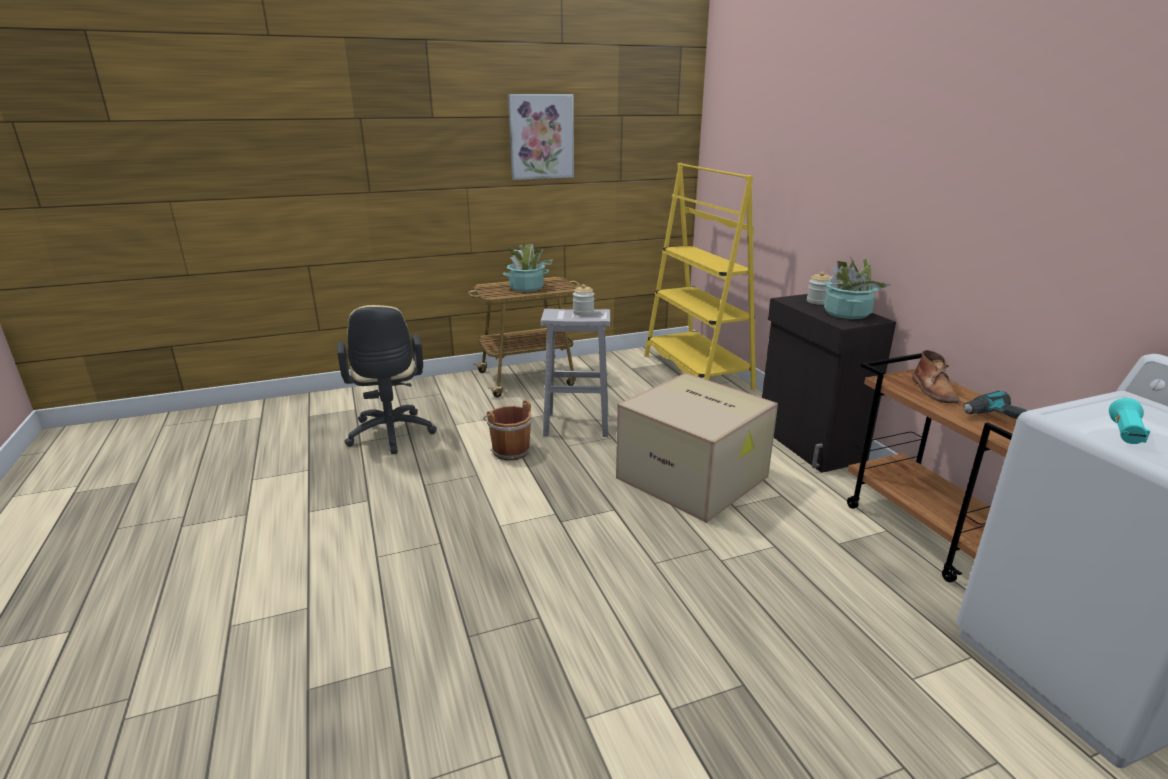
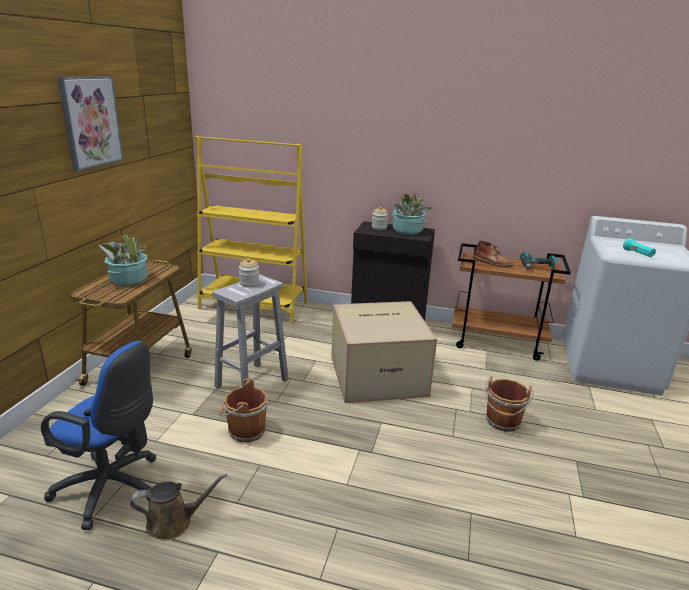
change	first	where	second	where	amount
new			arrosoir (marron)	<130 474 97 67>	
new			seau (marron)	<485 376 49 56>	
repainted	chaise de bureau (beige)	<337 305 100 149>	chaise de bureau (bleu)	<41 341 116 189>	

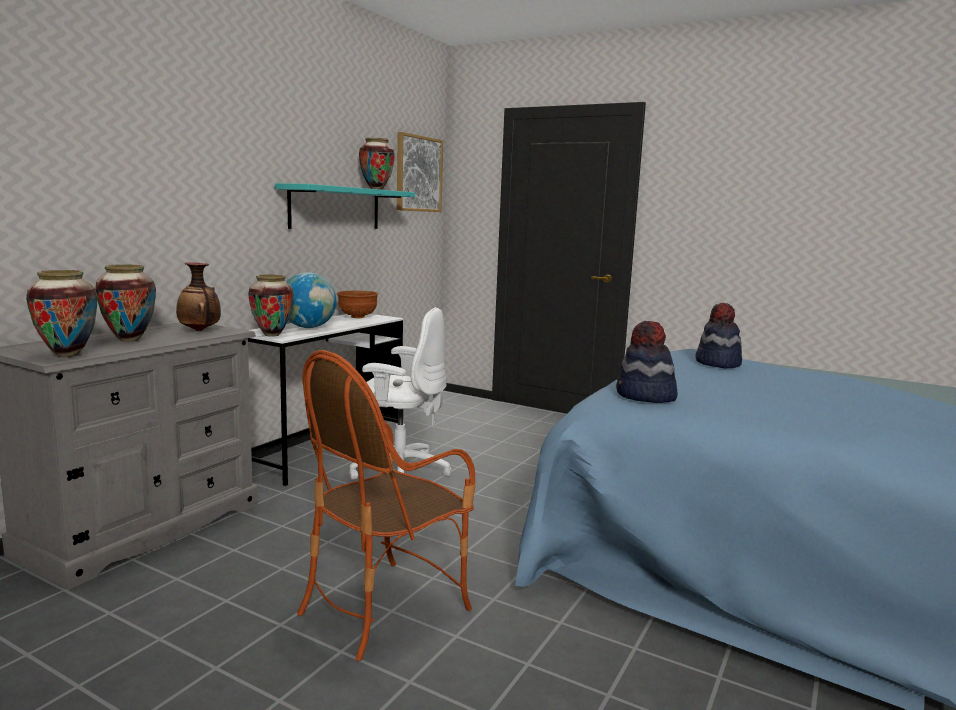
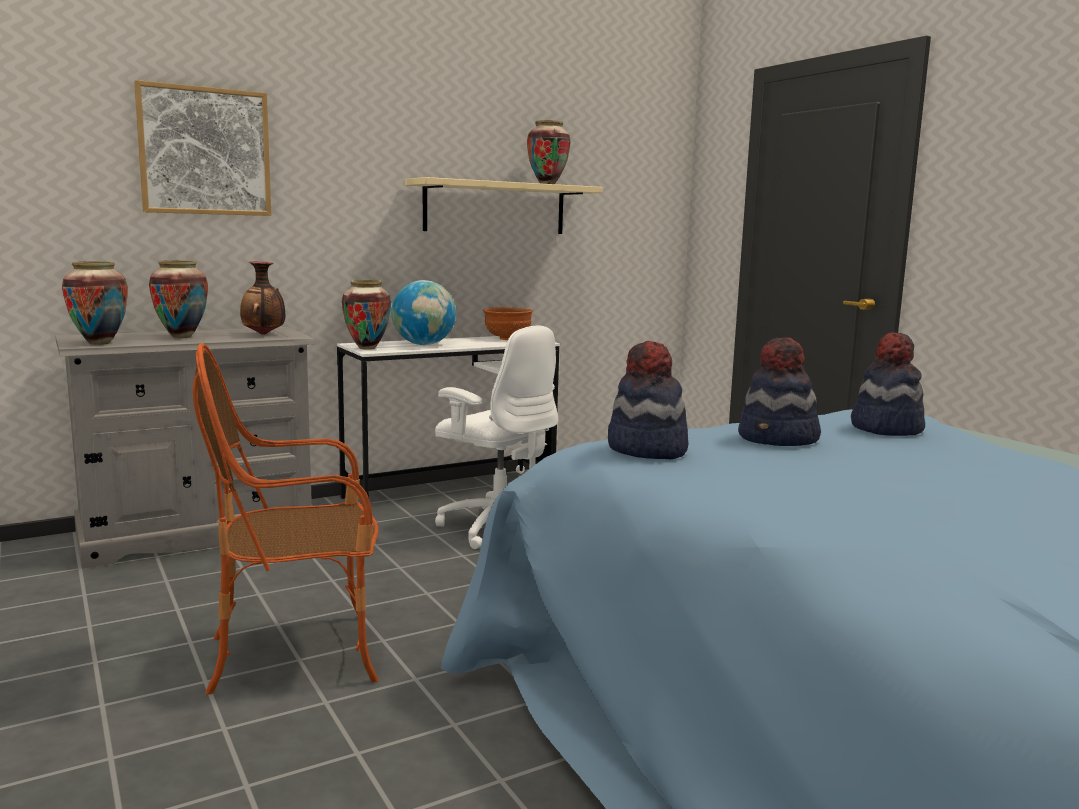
change	first	where	second	where	amount
new			chapeau	<738 337 83 109>	
shifted	tableau	<397 132 46 80>		<134 80 137 136>	
repainted	étagère (turquoise)	<275 183 140 46>	étagère (beige)	<405 177 198 57>	

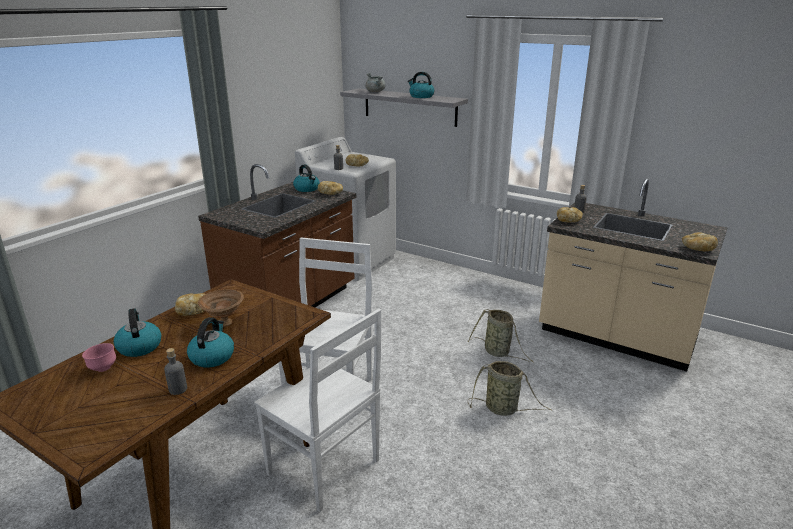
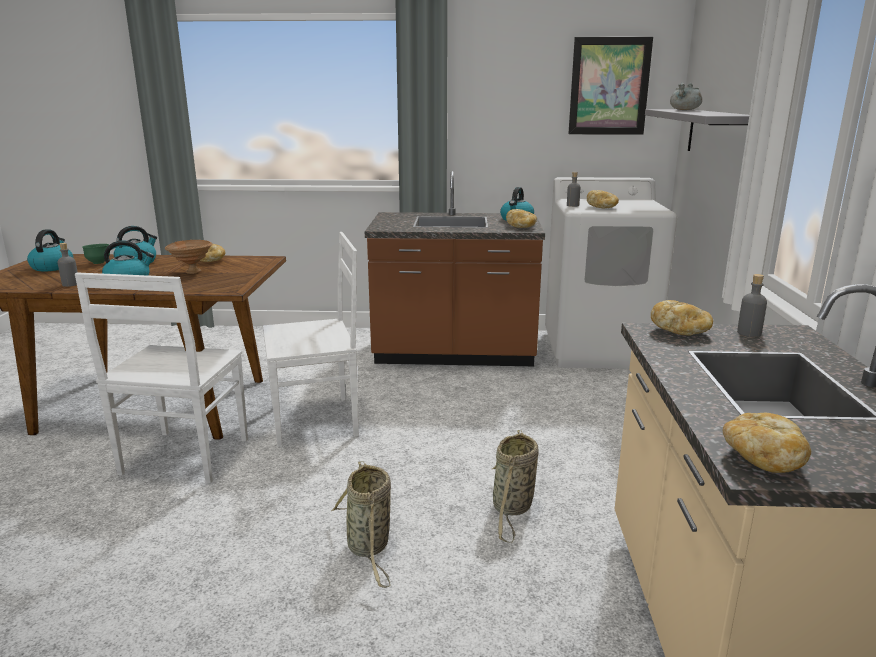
change	first	where	second	where	amount
new			tableau	<568 37 85 98>	
shifted	bouilloire	<408 72 27 26>		<27 229 46 42>	
repainted	bol (rose)	<82 343 34 29>	bol (vert)	<82 244 28 20>	

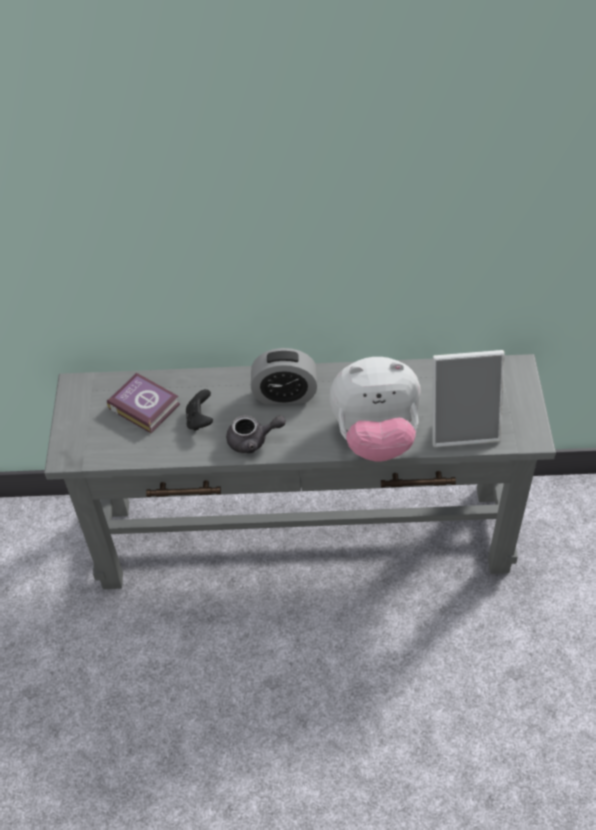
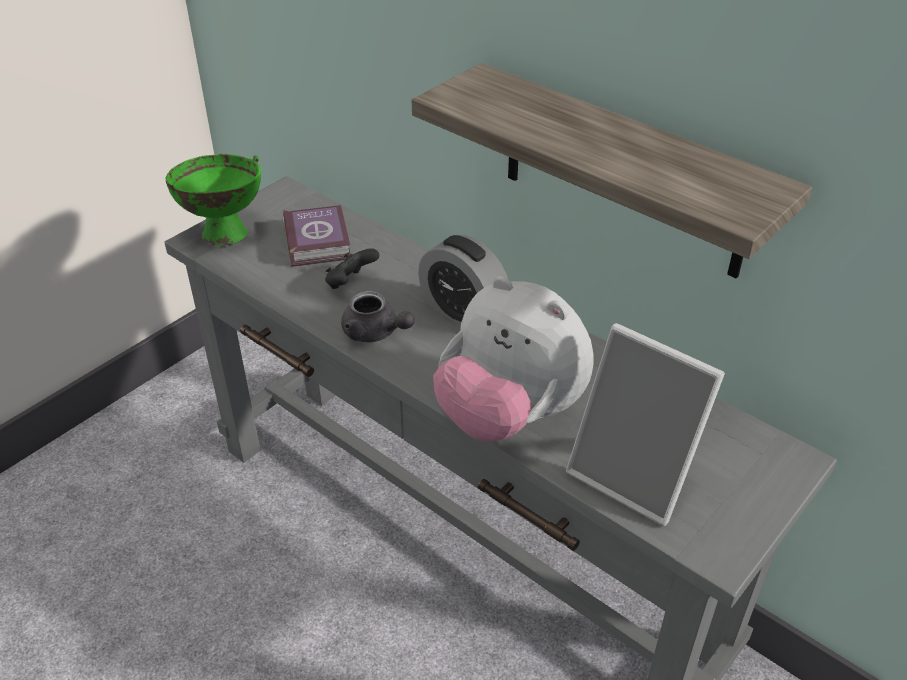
change	first	where	second	where	amount
new			bol (vert)	<166 154 95 92>	
new			étagère	<412 63 400 216>	

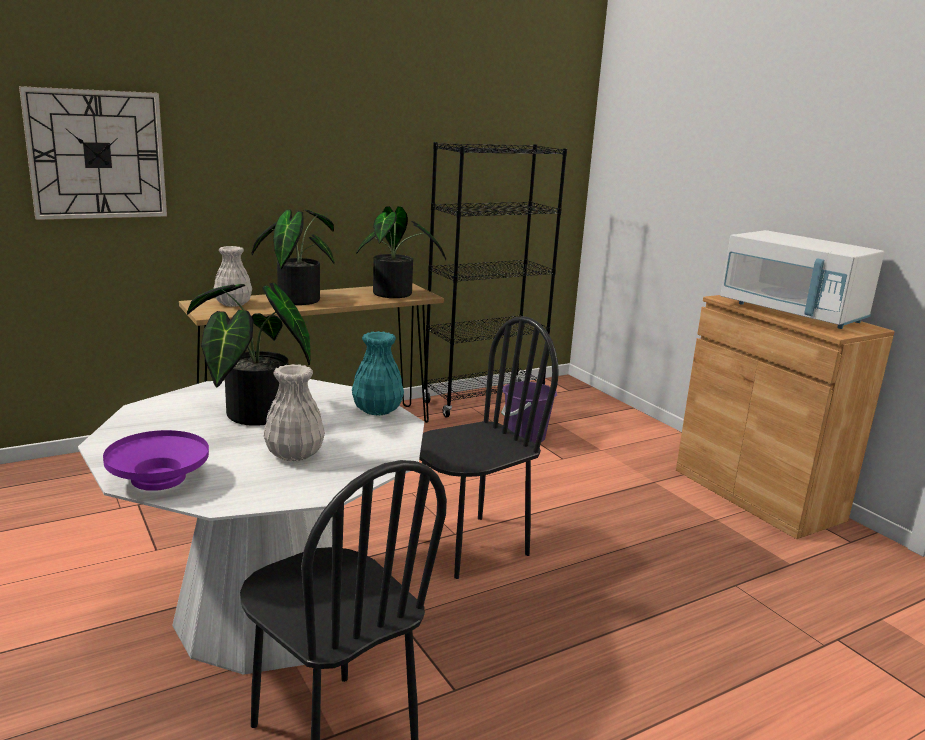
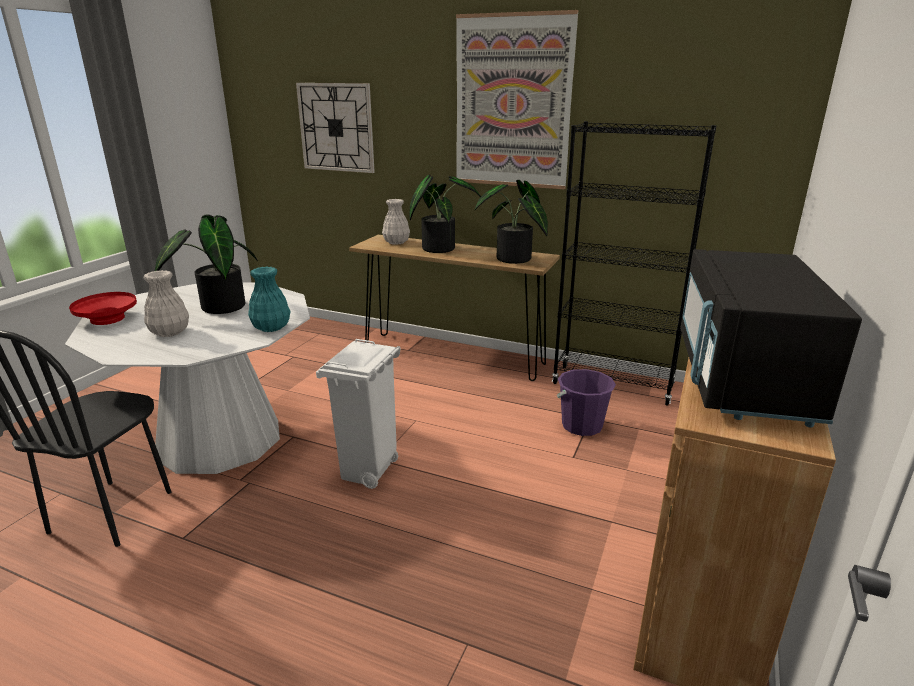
change	first	where	second	where	amount
new			tableau	<456 10 122 179>	
swapped	chaise (noir)	<419 316 140 263>	poubelle (blanc)	<316 339 85 150>	
repainted	bol (violet)	<103 430 106 61>	bol (rouge)	<69 292 68 33>	
repainted	micro-ondes (blanc)	<720 230 164 99>	micro-ondes (noir)	<680 249 182 179>	

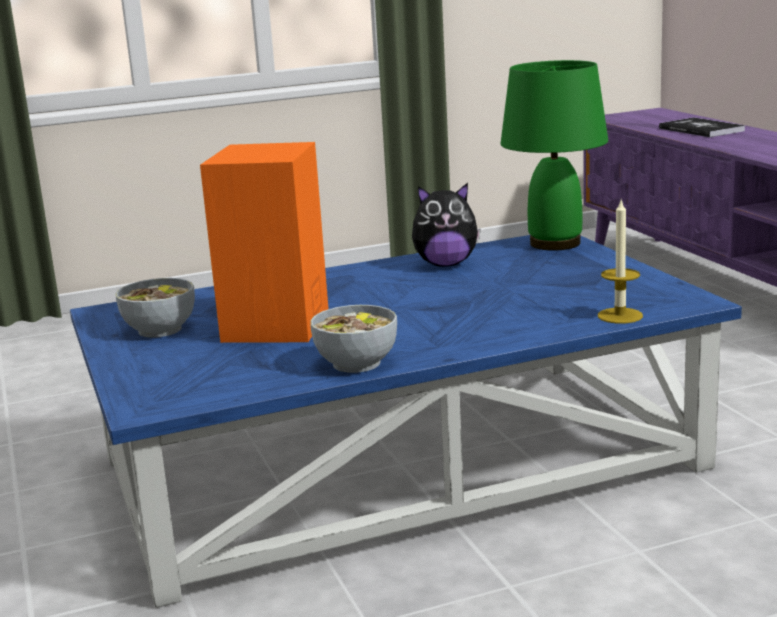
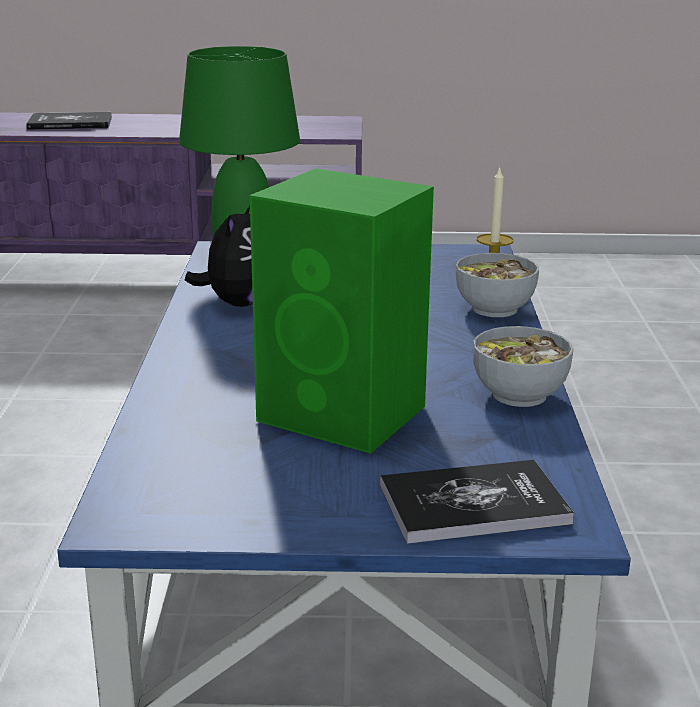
change	first	where	second	where	amount
new			livre	<380 460 194 84>	
shifted	bol	<116 278 79 60>		<456 253 83 64>	
repainted	enceinte (orange)	<200 142 128 201>	enceinte (vert)	<250 168 184 286>	

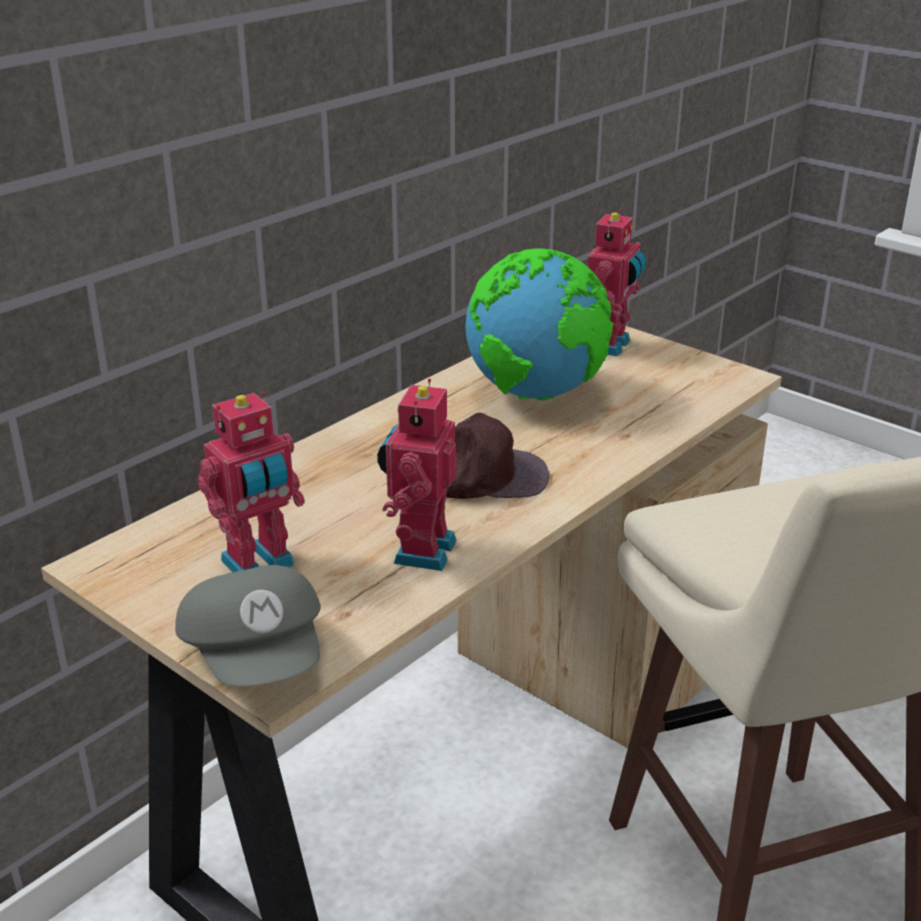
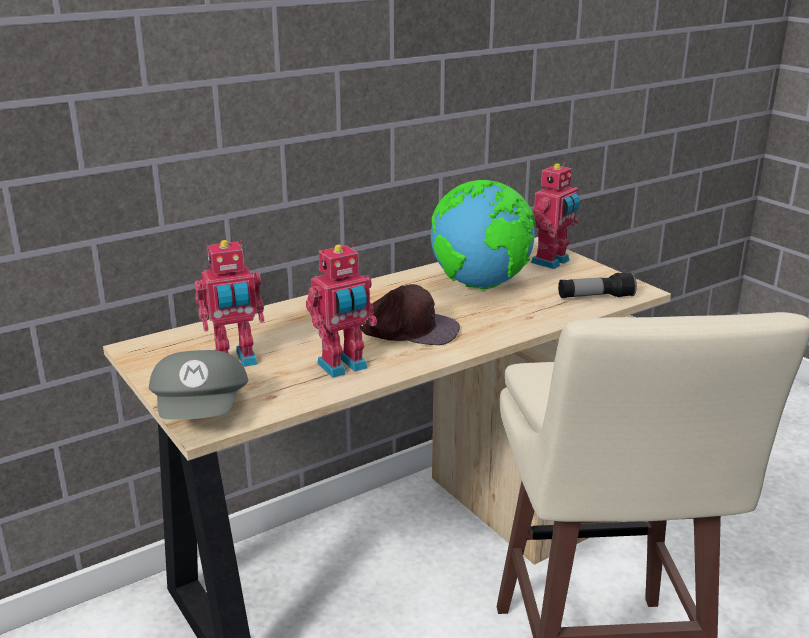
change	first	where	second	where	amount
new			lampe de poche	<558 272 79 26>	
rotated	robot jouet	<377 378 79 193>		<306 244 71 134>	150 degrees counterclockwise

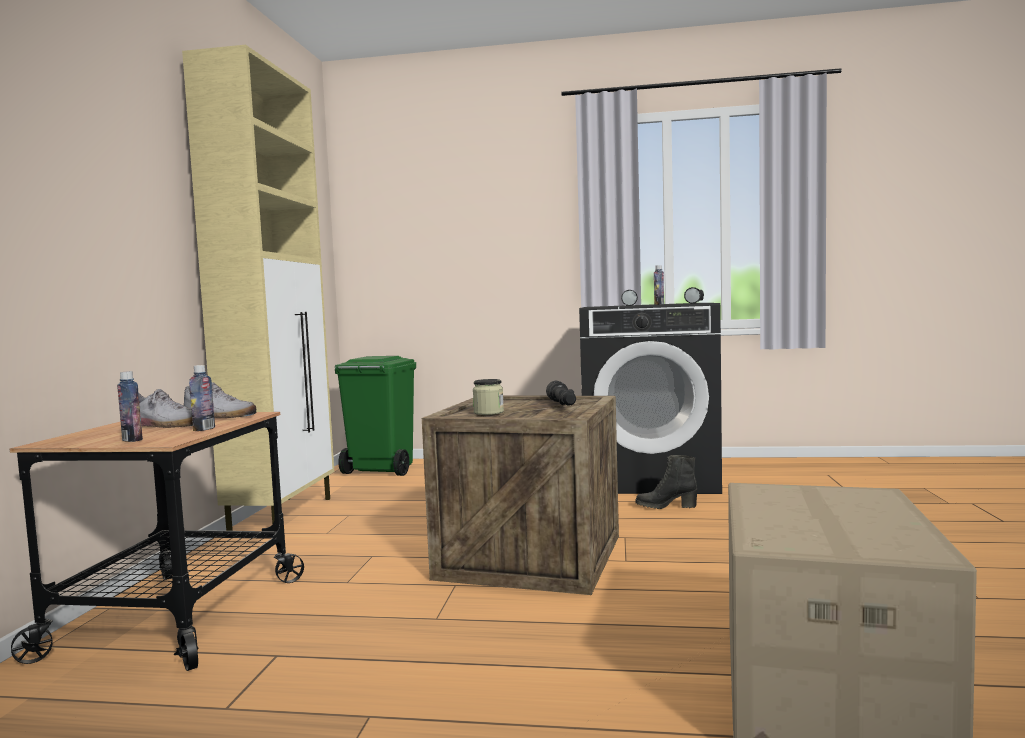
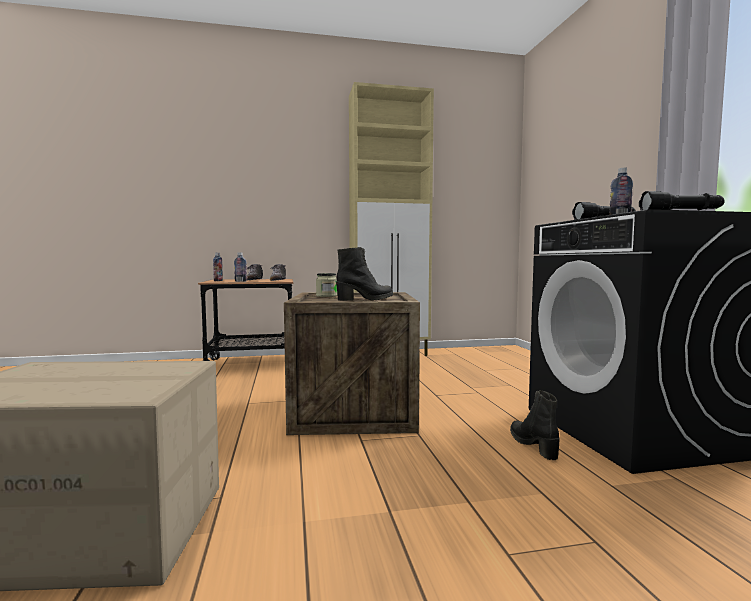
change	first	where	second	where	amount
gone	poubelle (vert)	<335 356 81 120>			
swapped	lampe de poche (noir)	<546 381 30 25>	botte (noir)	<336 247 57 54>	

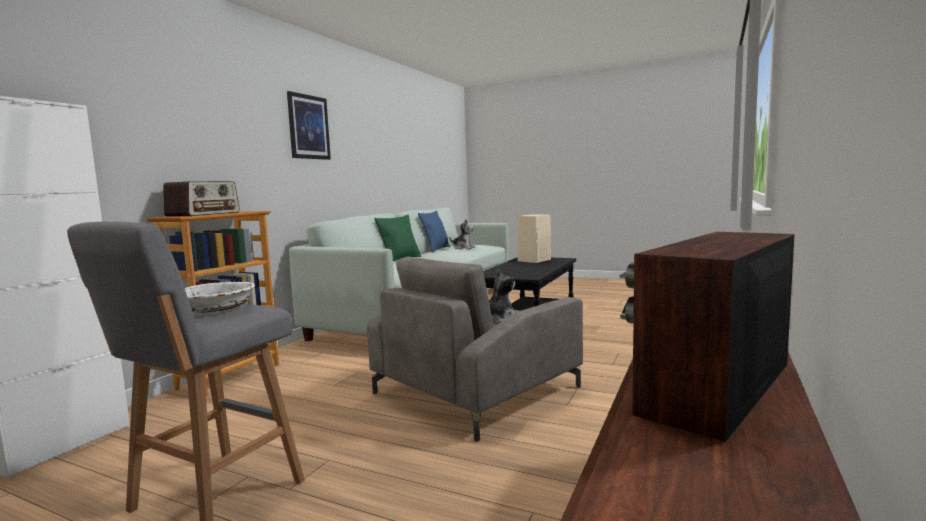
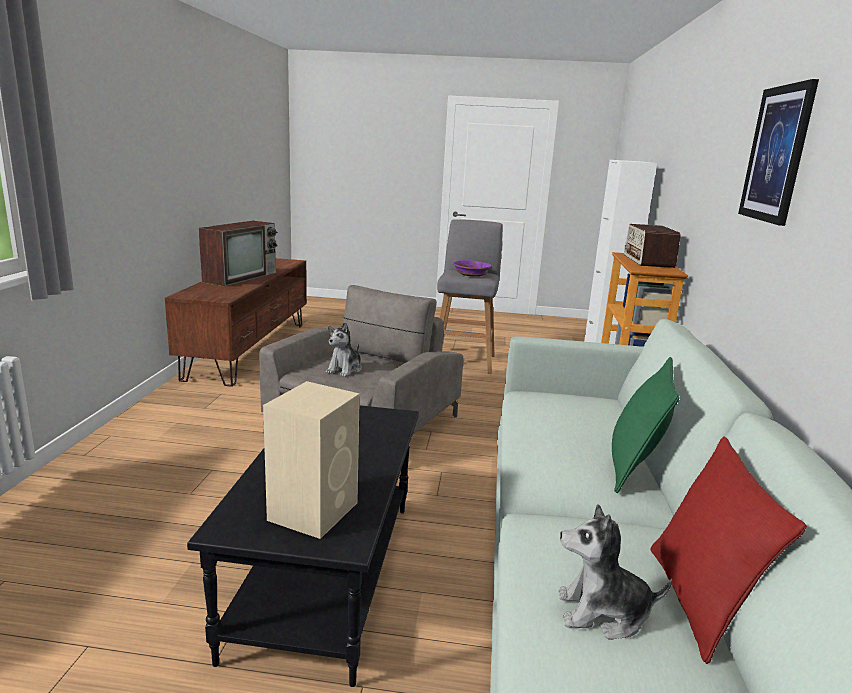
change	first	where	second	where	amount
repainted	bol (blanc)	<185 282 70 30>	bol (violet)	<453 260 39 17>	
repainted	coussin (bleu)	<418 210 32 43>	coussin (rouge)	<650 436 157 228>	

